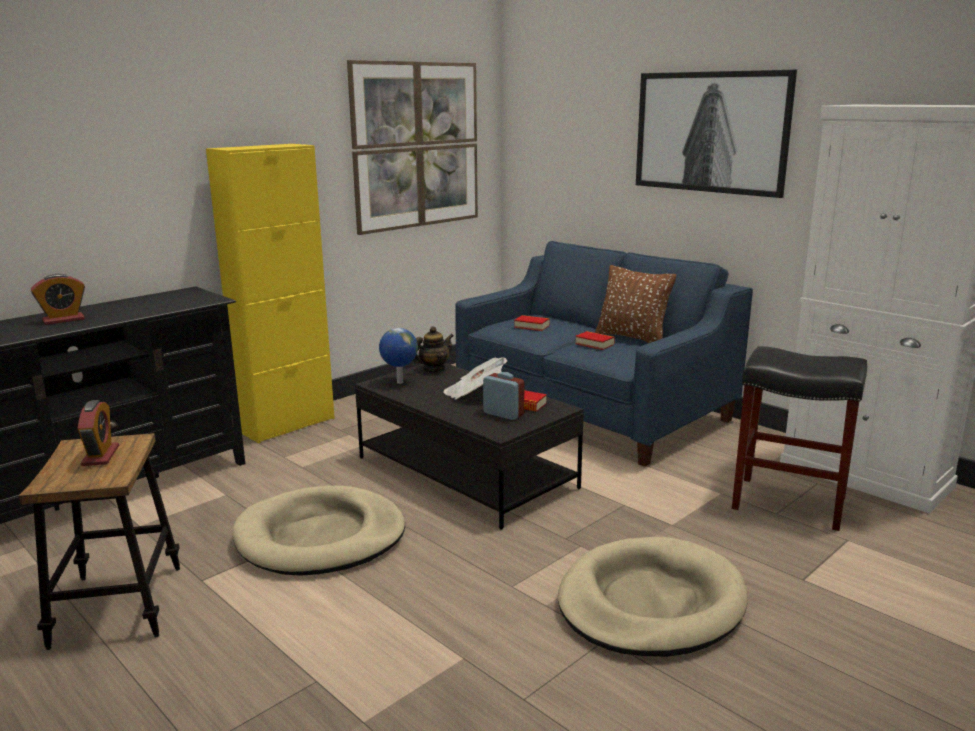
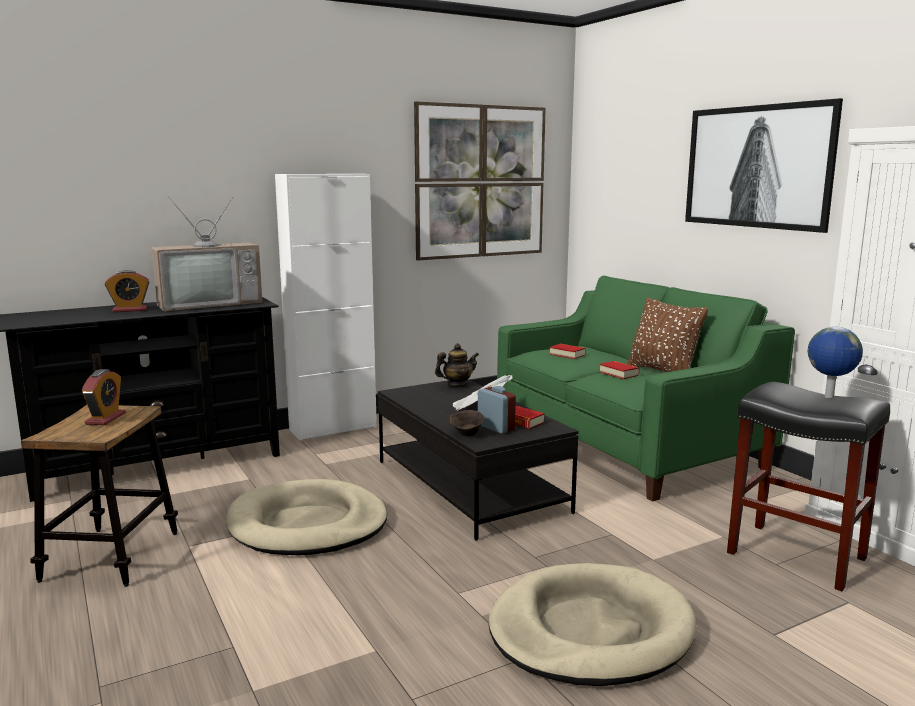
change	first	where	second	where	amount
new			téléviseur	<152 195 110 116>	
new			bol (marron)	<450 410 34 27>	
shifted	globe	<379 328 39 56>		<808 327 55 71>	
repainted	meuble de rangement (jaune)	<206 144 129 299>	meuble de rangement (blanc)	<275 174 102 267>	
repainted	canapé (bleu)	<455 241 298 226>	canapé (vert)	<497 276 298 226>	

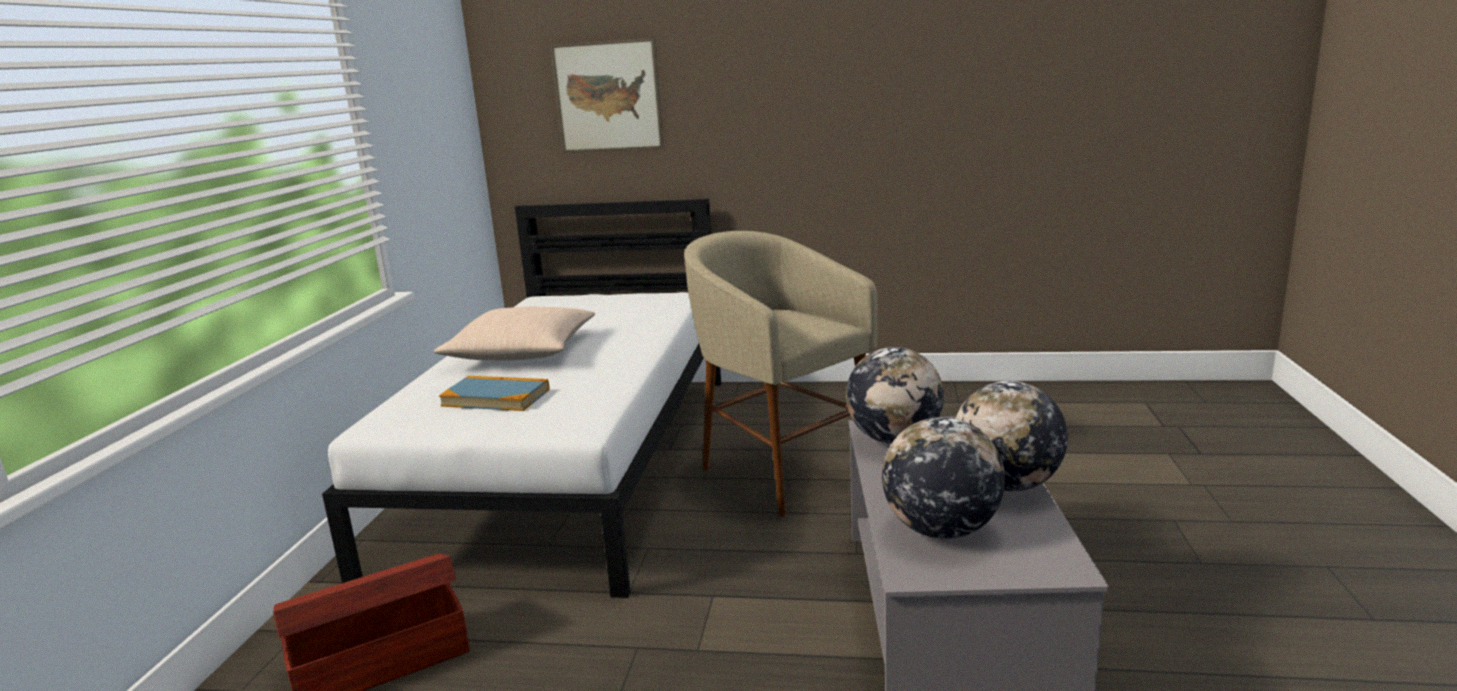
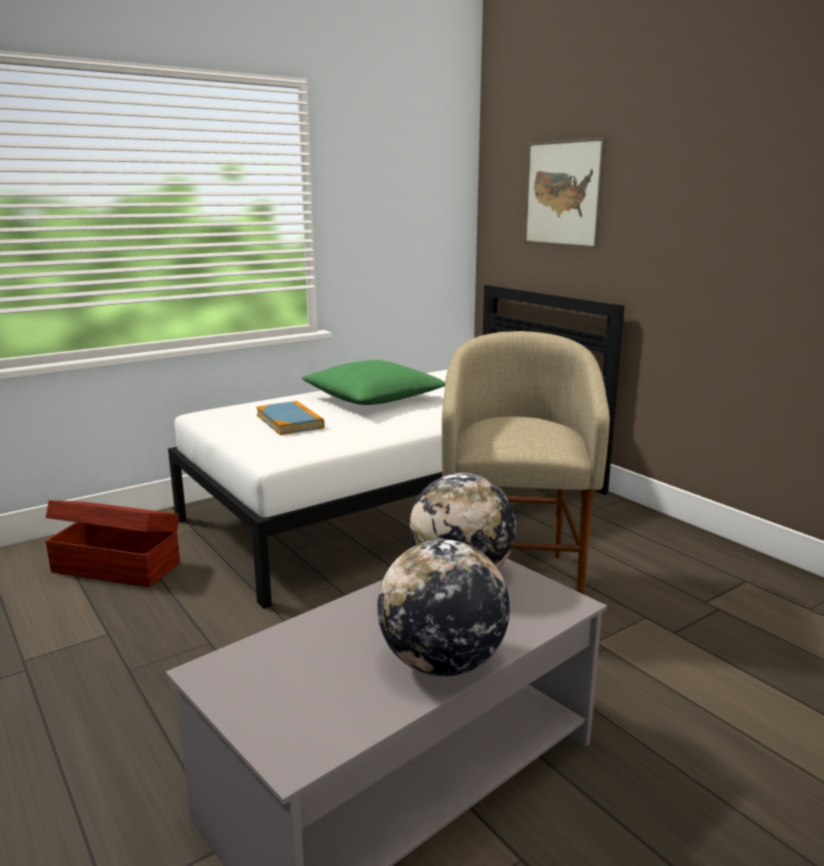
change	first	where	second	where	amount
gone	globe	<882 417 123 122>			
repainted	coussin (beige)	<433 307 162 54>	coussin (vert)	<302 360 143 45>	

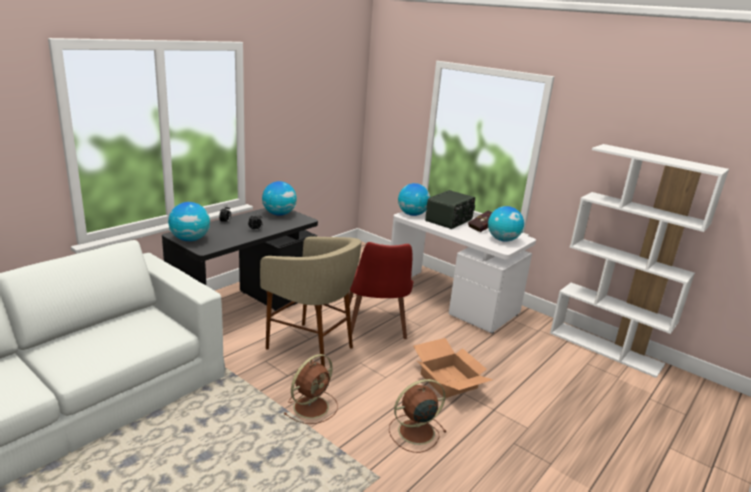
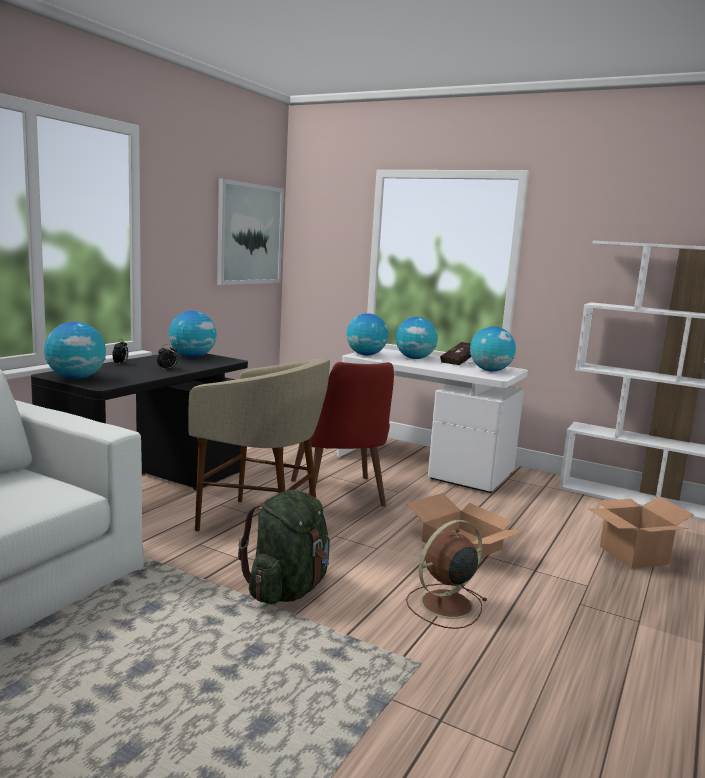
change	first	where	second	where	amount
new			tableau	<217 179 67 106>	
new			carton	<587 496 107 73>	
swapped	ventilateur (marron)	<283 354 55 70>	sac à dos (vert)	<238 490 92 114>	
swapped	radio	<425 190 50 39>	globe	<395 317 43 42>	

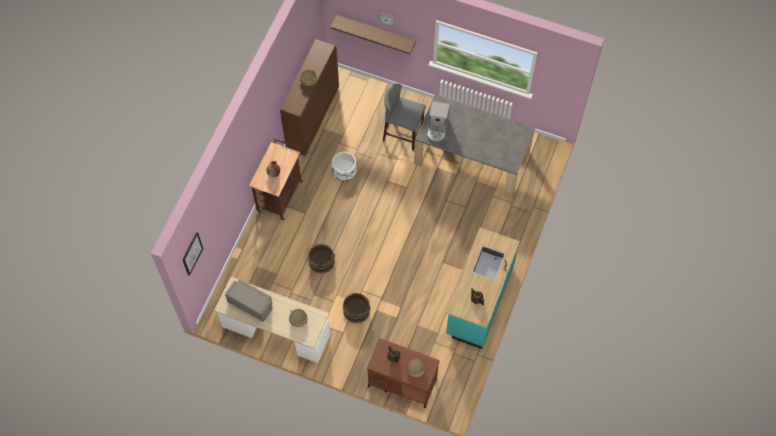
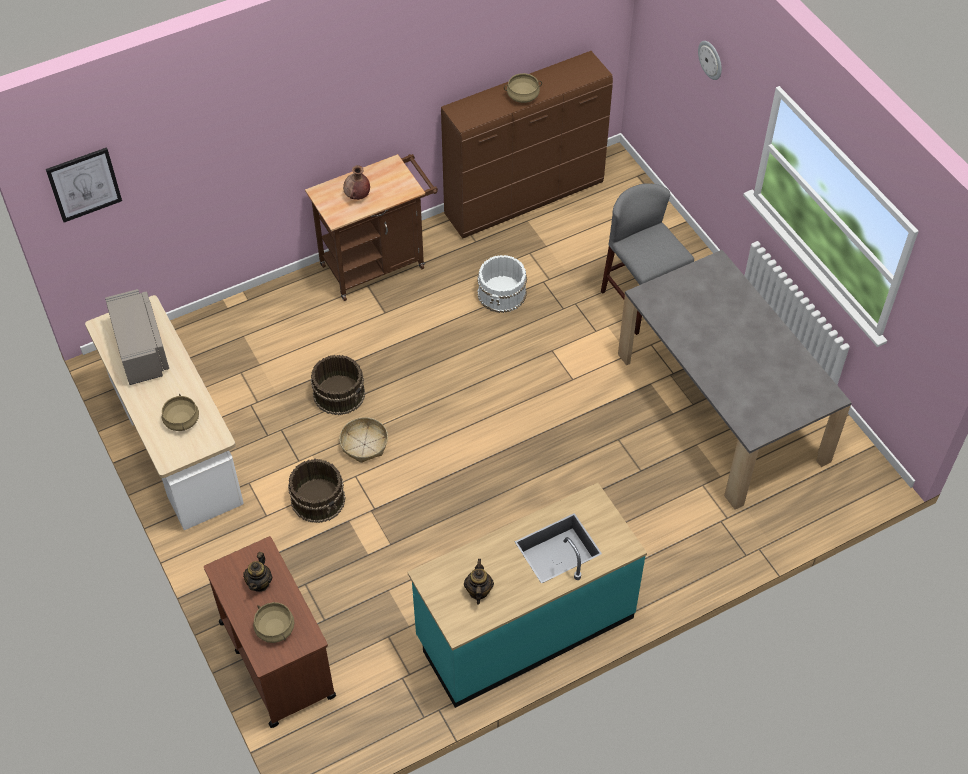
change	first	where	second	where	amount
gone	étagère (marron)	<330 15 86 39>			
gone	machine à café	<427 101 23 41>			
new			panier	<339 417 49 46>	

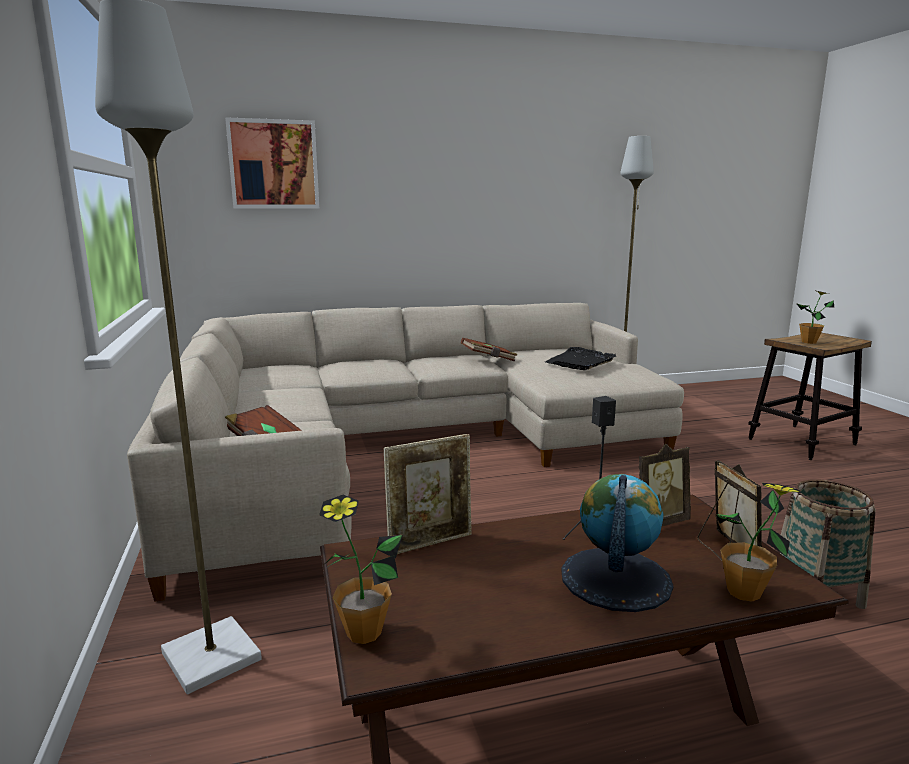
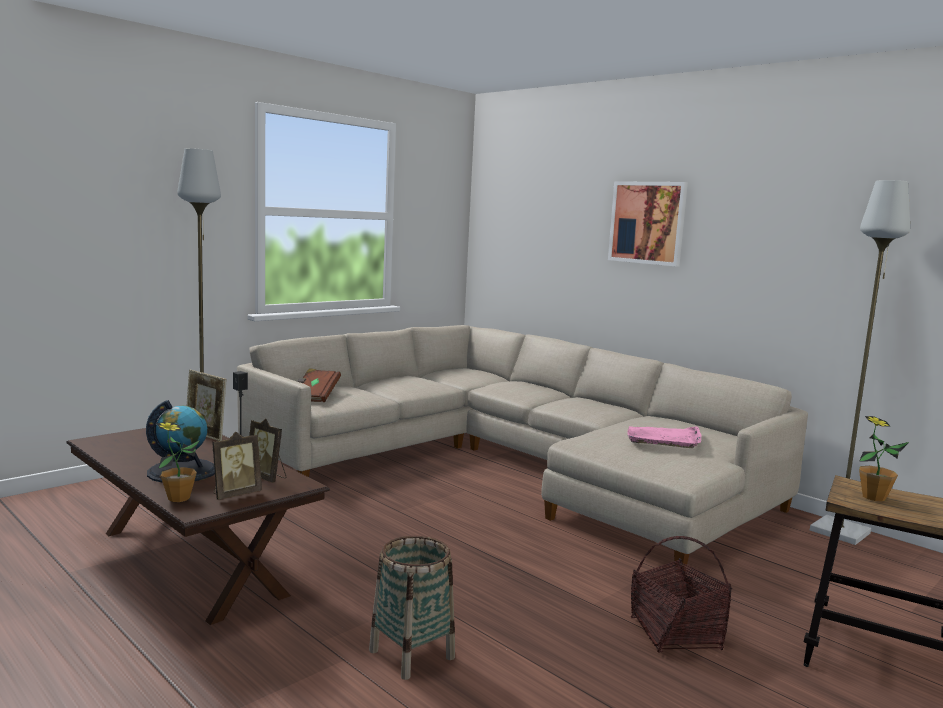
change	first	where	second	where	amount
gone	plante en pot	<319 495 84 149>			
gone	livre (marron)	<461 338 56 23>			
new			panier	<631 536 101 117>	
shifted	tableau	<225 117 94 91>		<608 181 80 86>	
repainted	plateau (noir)	<546 347 70 23>	plateau (rose)	<627 426 75 22>	

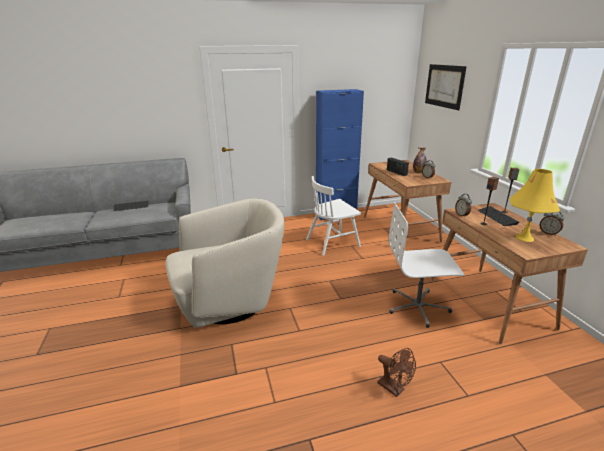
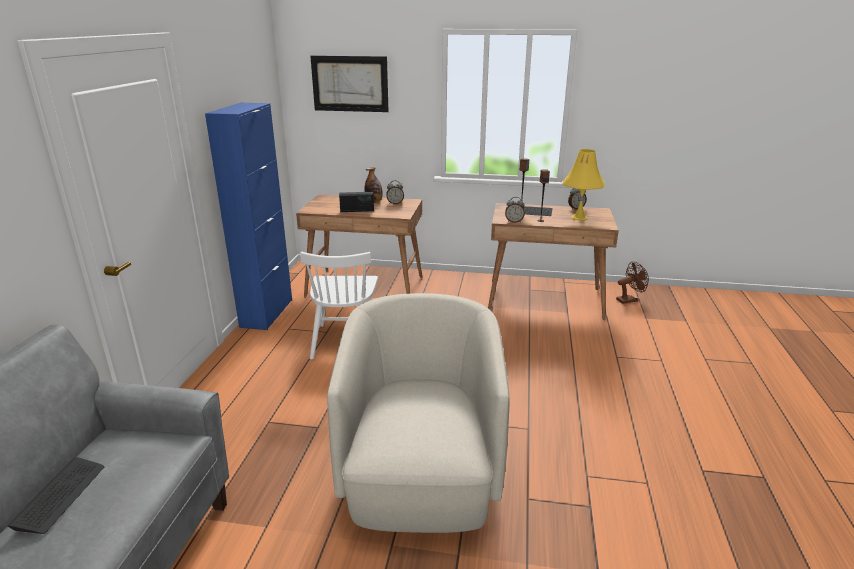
change	first	where	second	where	amount
gone	chaise de bureau (blanc)	<388 202 76 126>			
shifted	ventilateur (marron)	<378 348 38 49>		<616 261 33 43>	

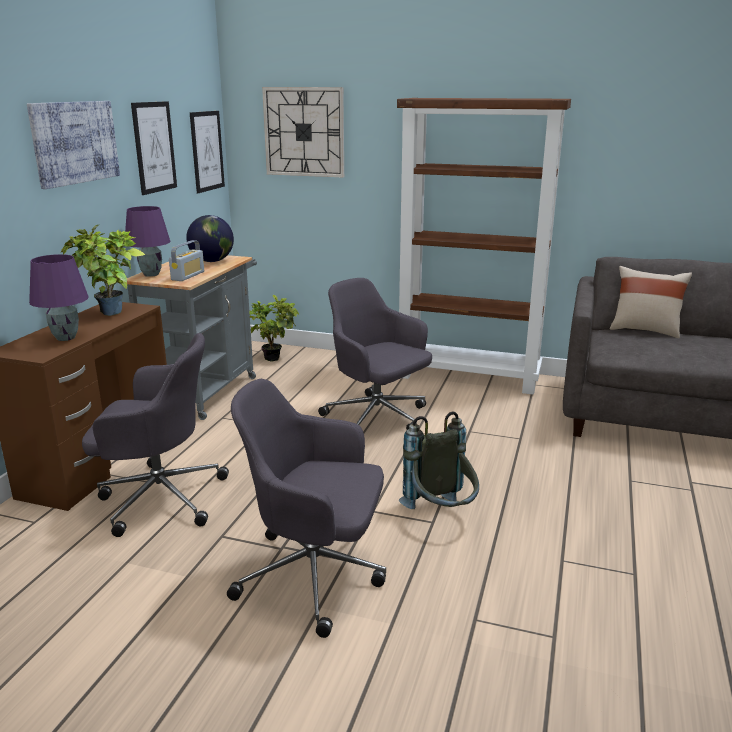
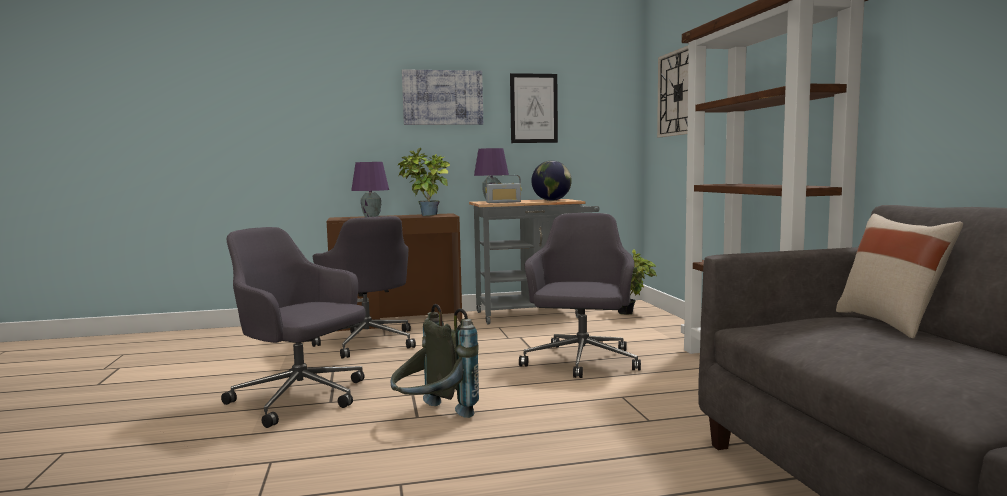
change	first	where	second	where	amount
gone	tableau	<190 111 35 82>			
rotated	chaise de bureau (gris)	<227 379 159 259>		<221 227 144 201>	45 degrees counterclockwise

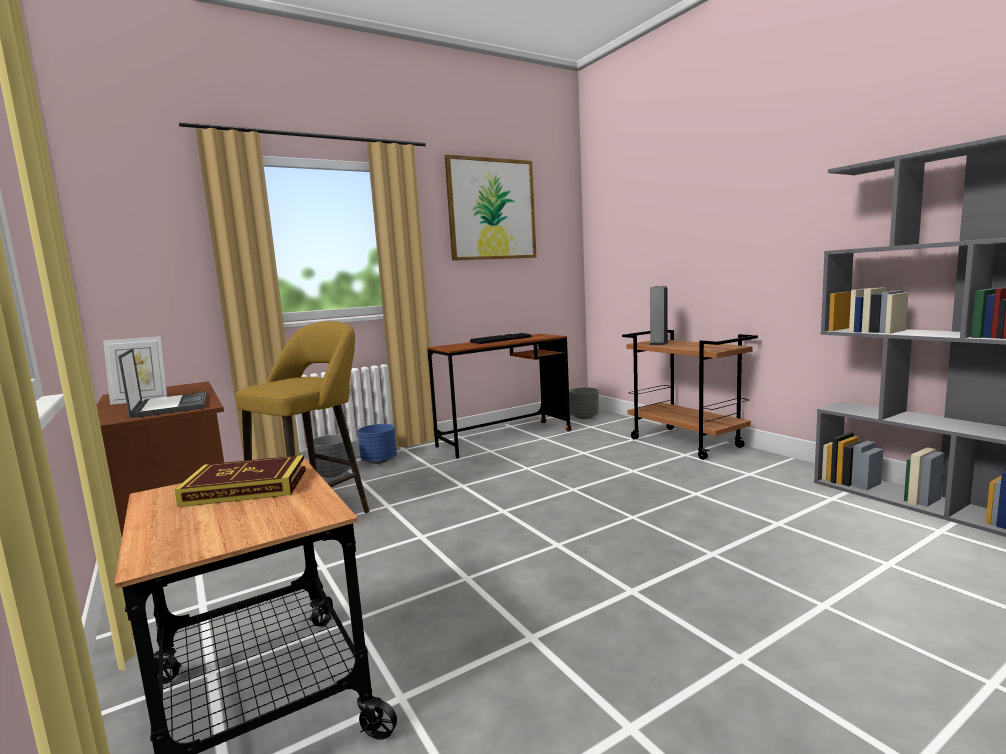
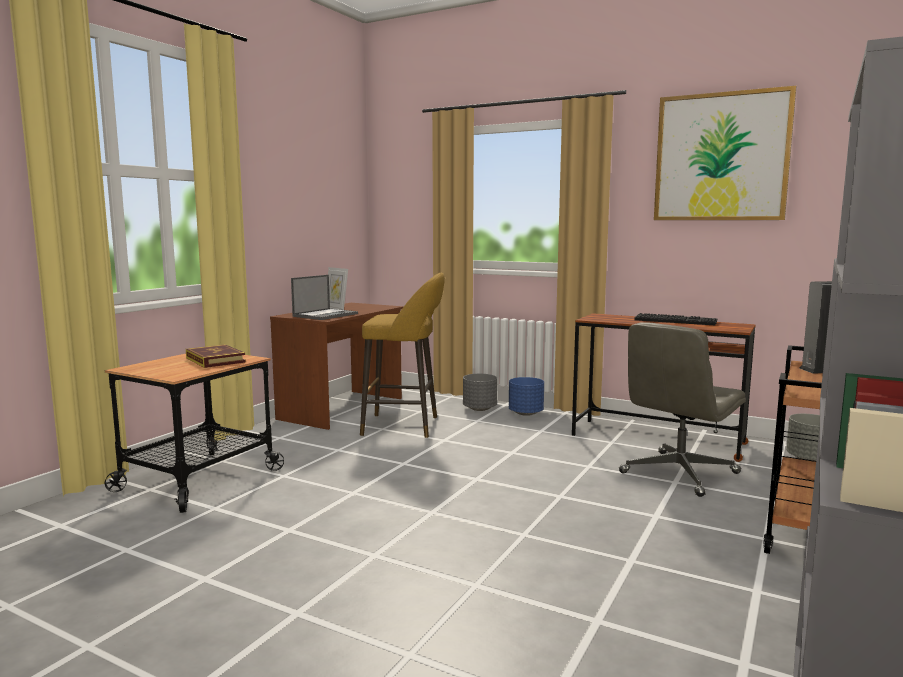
change	first	where	second	where	amount
new			chaise de bureau (gris)	<619 322 127 175>	

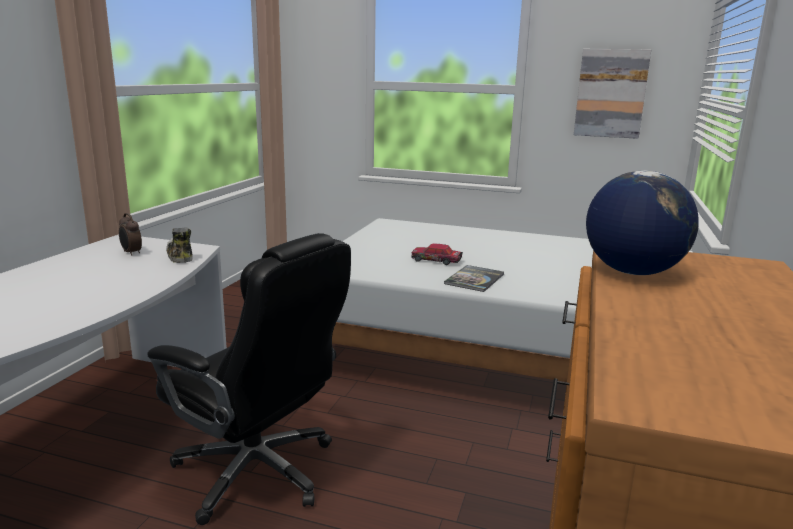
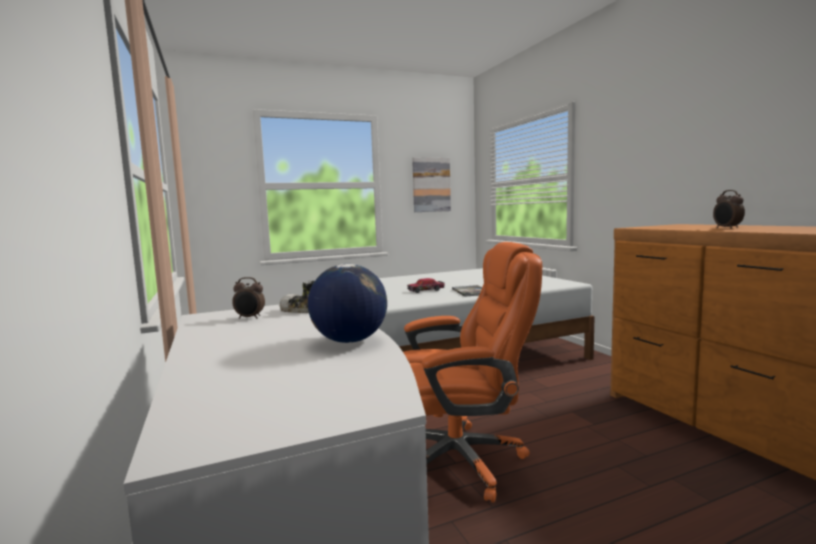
change	first	where	second	where	amount
new			réveil	<713 190 32 39>	
shifted	globe	<586 170 113 105>		<308 264 79 79>	
repainted	chaise de bureau (noir)	<147 233 204 292>	chaise de bureau (orange)	<403 242 139 261>	

